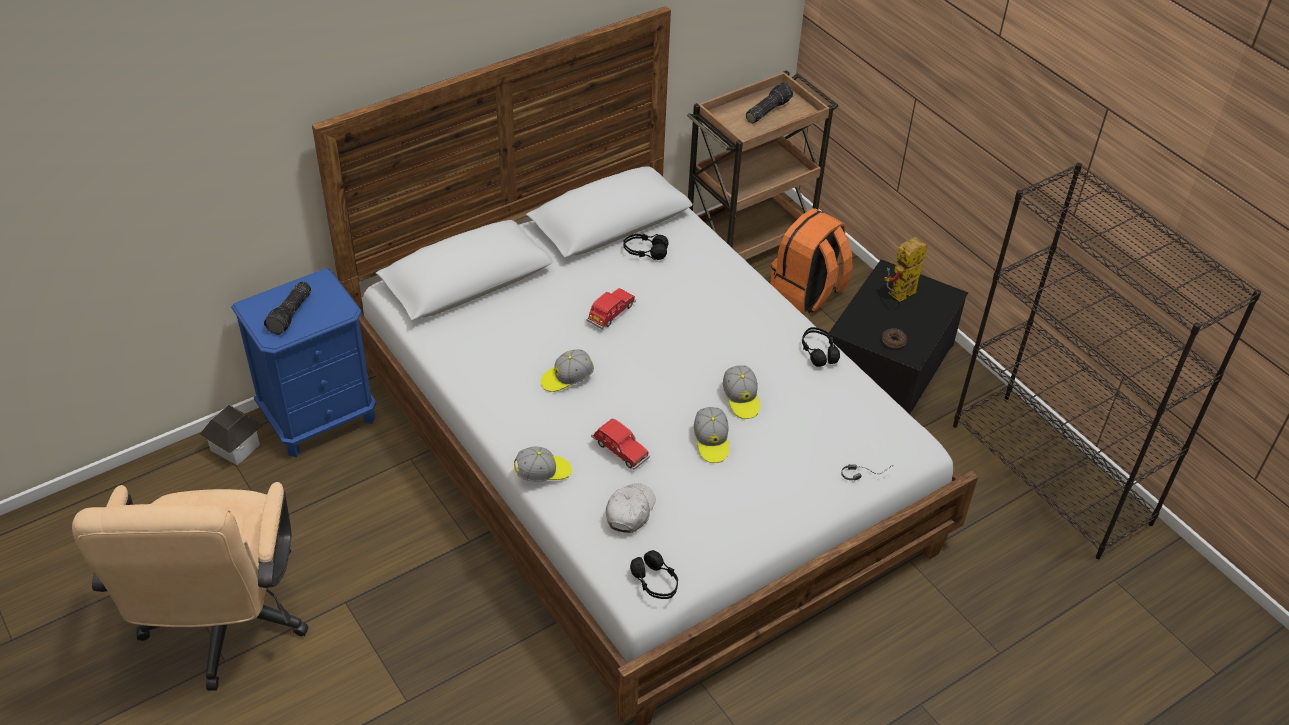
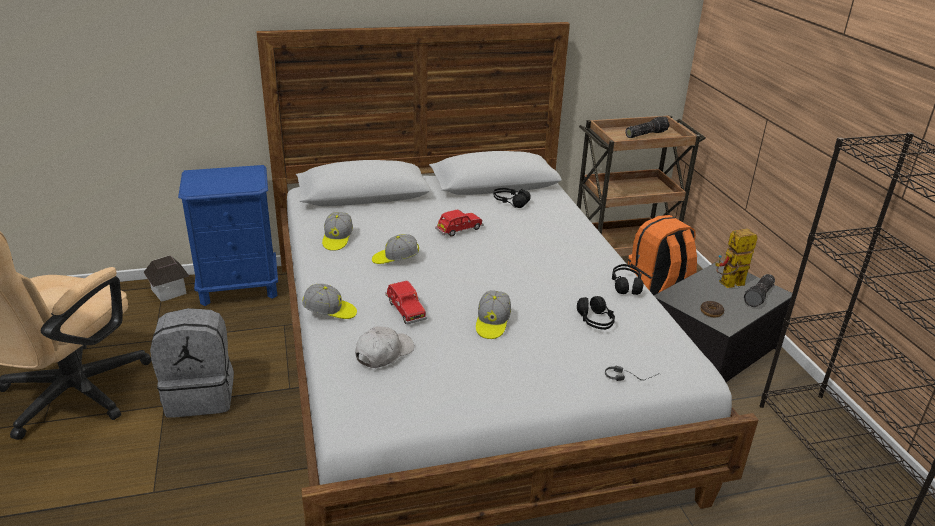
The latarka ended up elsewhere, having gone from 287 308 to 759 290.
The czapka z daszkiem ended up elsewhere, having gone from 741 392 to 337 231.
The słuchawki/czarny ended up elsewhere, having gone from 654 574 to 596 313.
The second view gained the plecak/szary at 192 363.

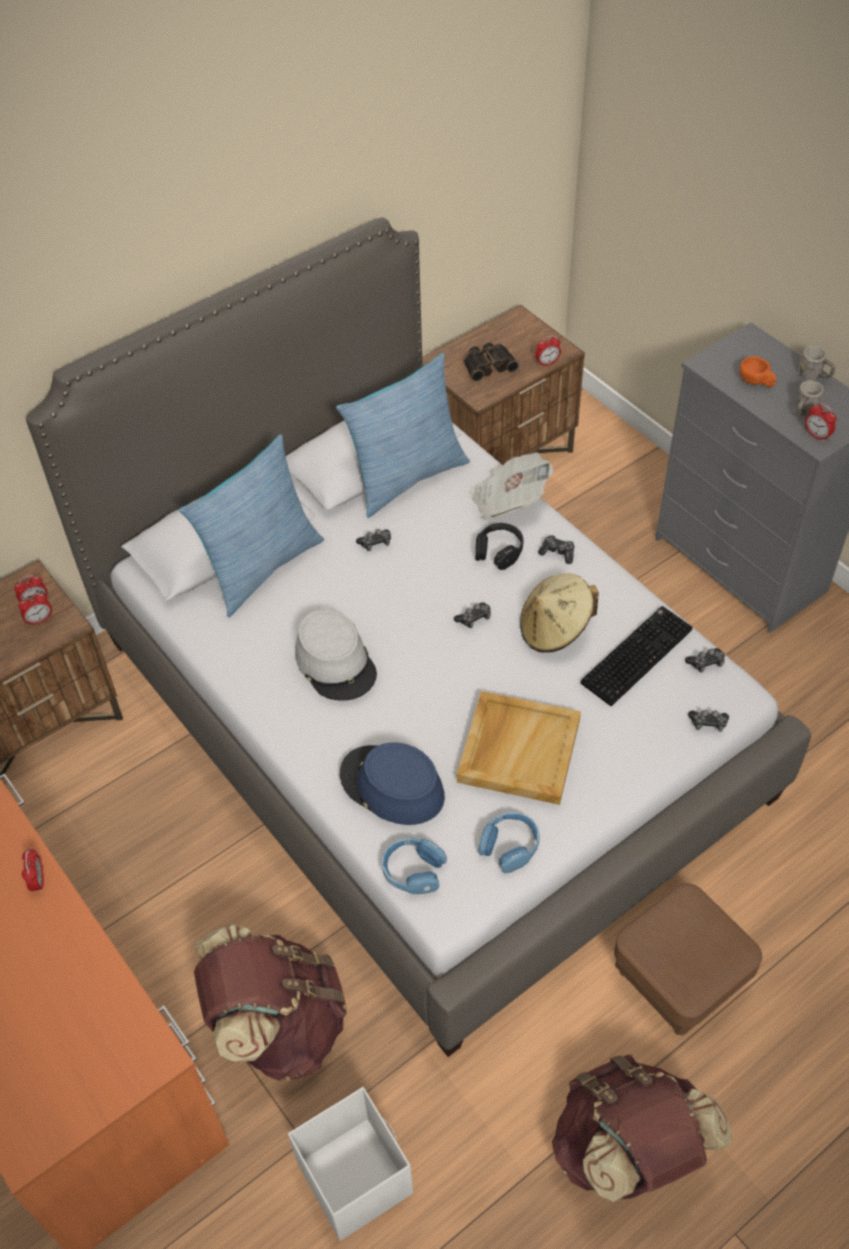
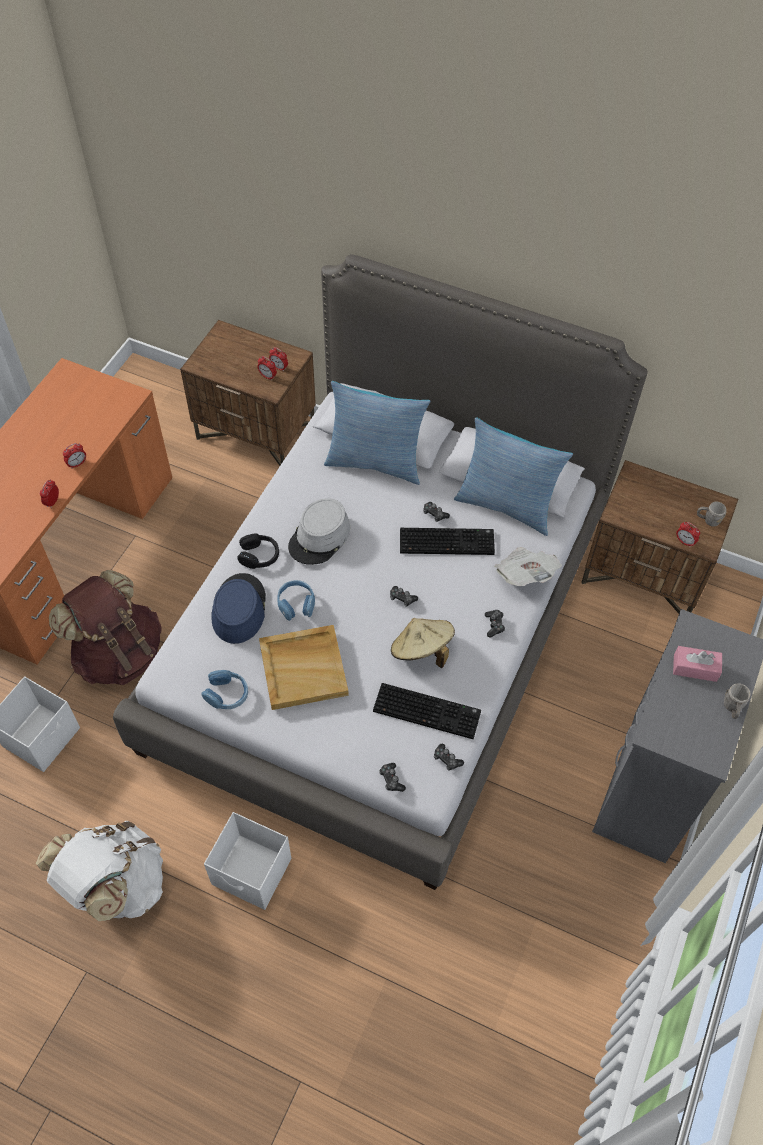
The second view lost the lornetka at 491 362.
Where the filiżanka/pomarańczowy stood at 758 371, the pudełko chusteczek/różowy came to stand at 697 664.
The kubek/szary ended up elsewhere, having gone from 809 398 to 712 514.
The budzik ended up elsewhere, having gone from 821 422 to 49 493.
The słuchawki/czarny ended up elsewhere, having gone from 499 546 to 258 551.
The słuchawki/niebieski ended up elsewhere, having gone from 414 866 to 296 600.
Where the pufa/brązowy stood at 688 959, the pojemnik do przechowywania/biały came to stand at 248 861.
What was the plecak/brązowy at 641 1128 turned into the plecak/biały at 99 871.
The second view gained the klawiatura at 447 541.

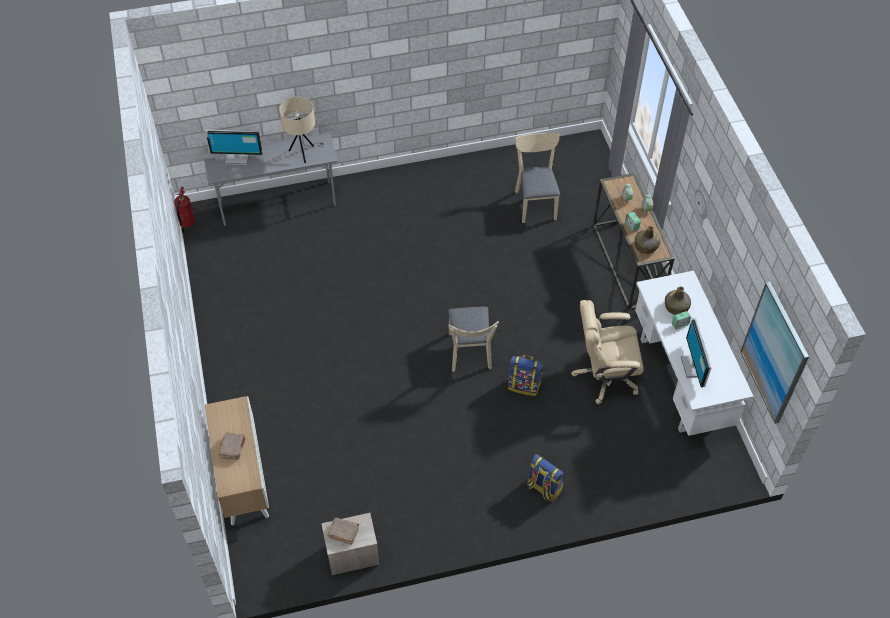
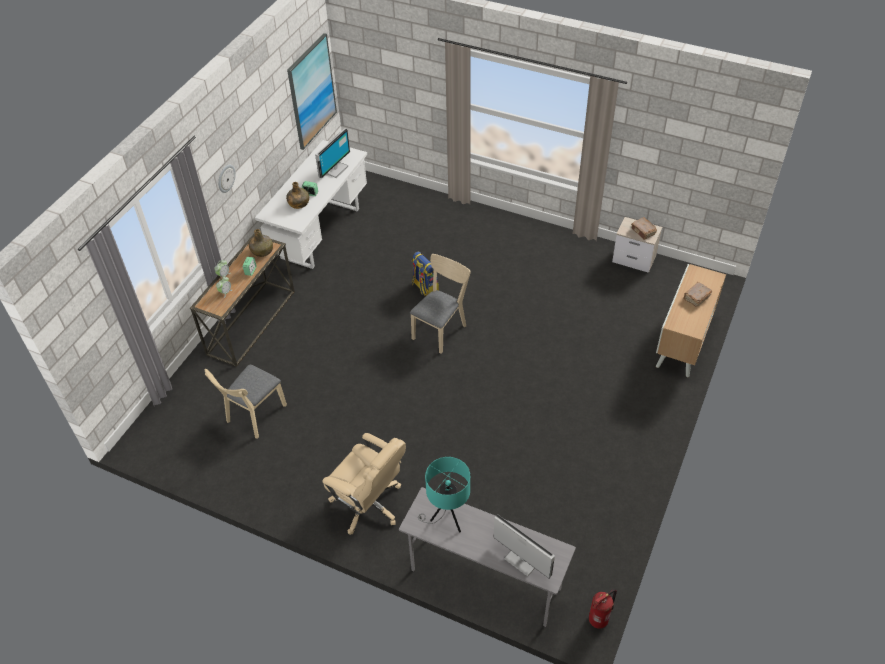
What was the lampa stołowa/beżowy at 301 129 turned into the lampa stołowa/turkusowy at 444 495.
The krzesło biurowe/beżowy ended up elsewhere, having gone from 607 352 to 364 484.
The second view lost the plecak at 545 478.

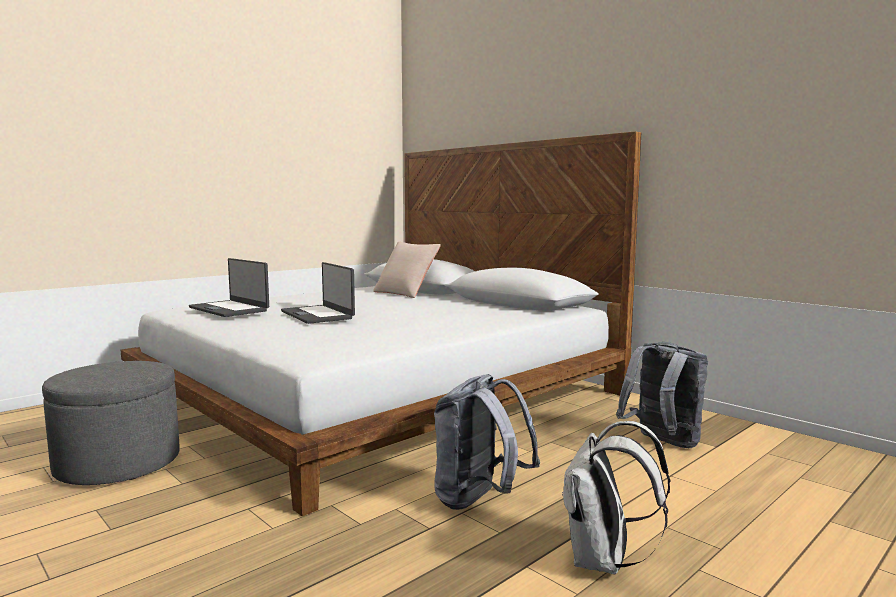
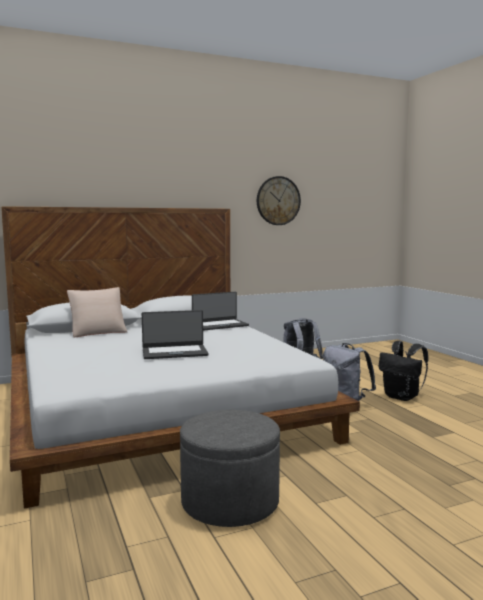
The laptop ended up elsewhere, having gone from 229 287 to 220 311.
What was the plecak/biały at 616 498 turned into the plecak/czarny at 403 371.
The second view gained the zegar ścienny at 279 200.

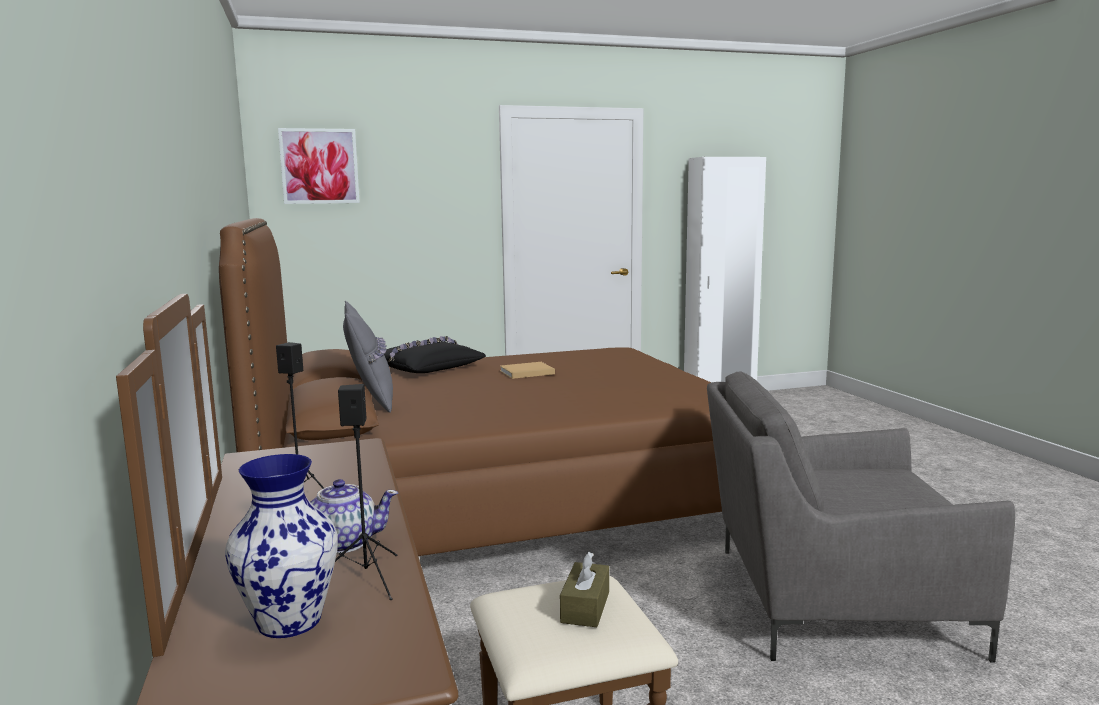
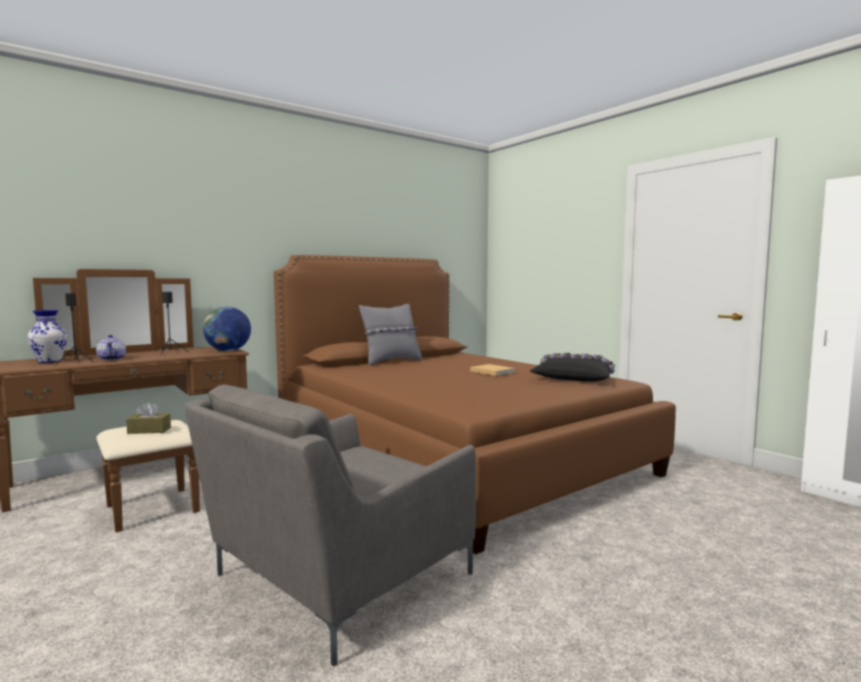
The second view lost the obraz at 319 166.
The poduszka/czarny ended up elsewhere, having gone from 435 354 to 573 367.
The fotel/szary at 861 517 ended up facing another way, 120 degrees counterclockwise from before.
The second view gained the globus at 227 329.

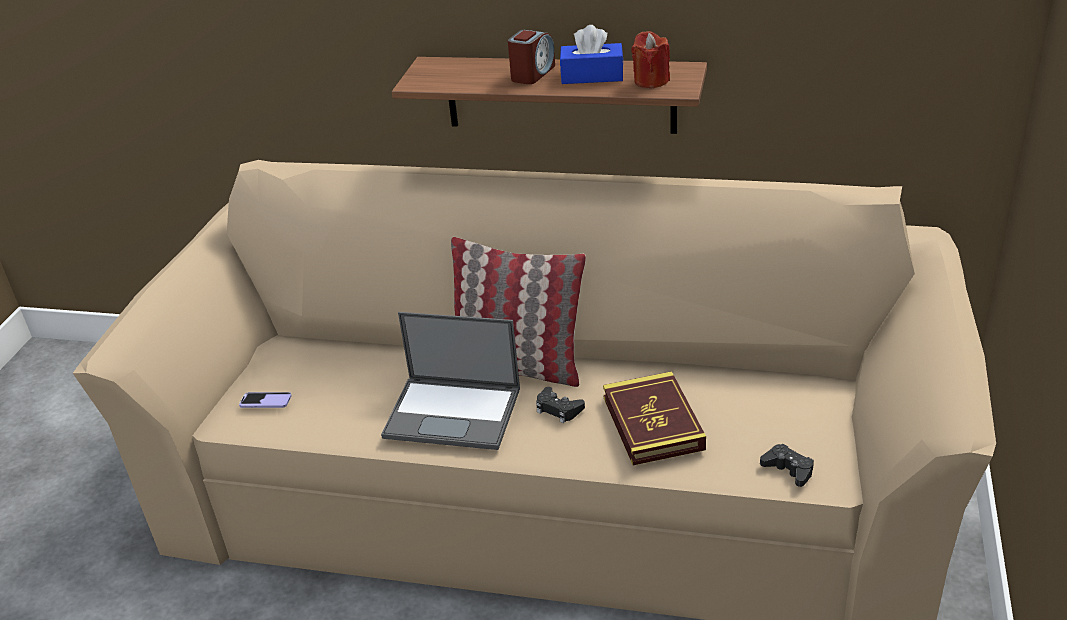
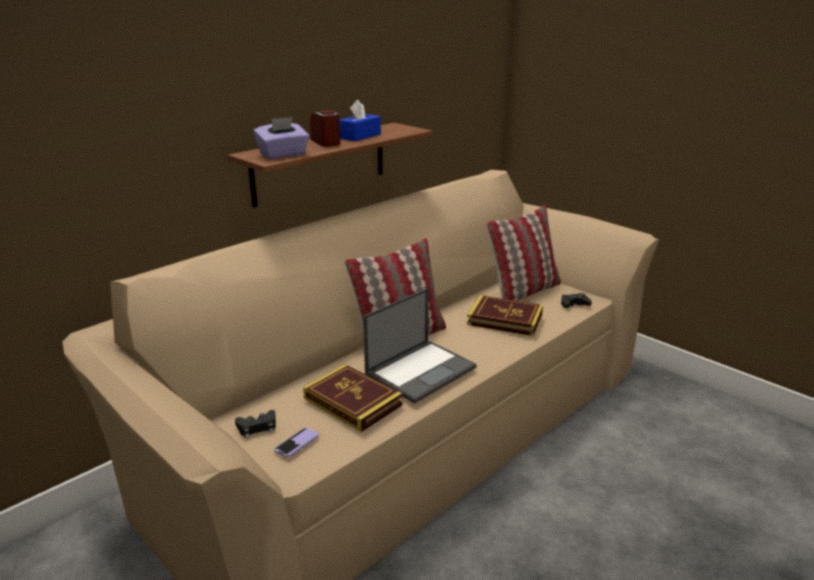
The second view lost the świeca/czerwony at 651 59.
The pad do gier/czarny ended up elsewhere, having gone from 560 405 to 255 424.
The second view gained the pudełko chusteczek/fioletowy at 281 138.
The second view gained the poduszka at 524 253.
The second view gained the książka at 353 398.

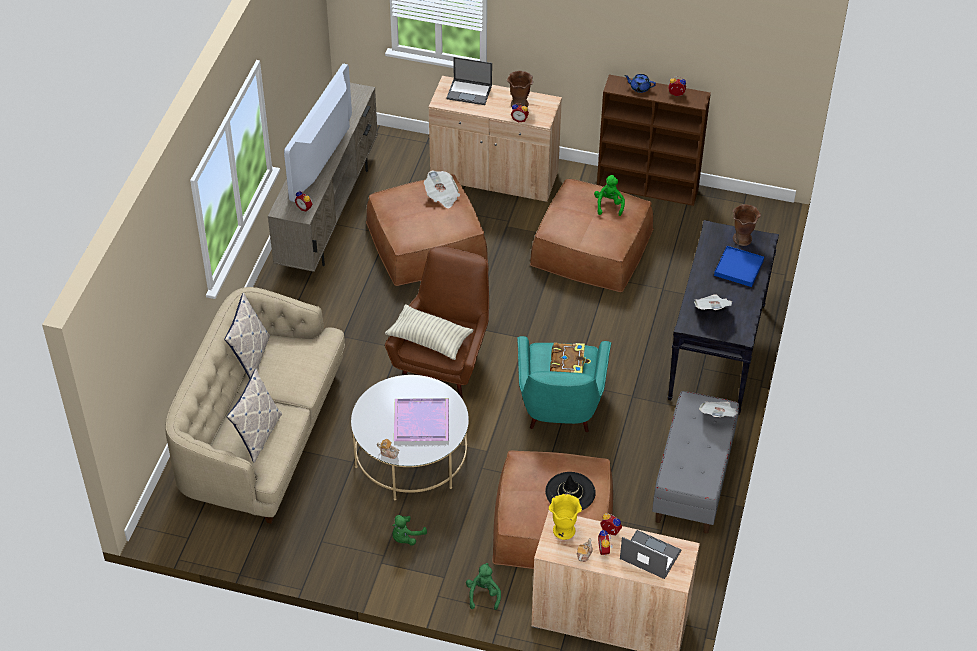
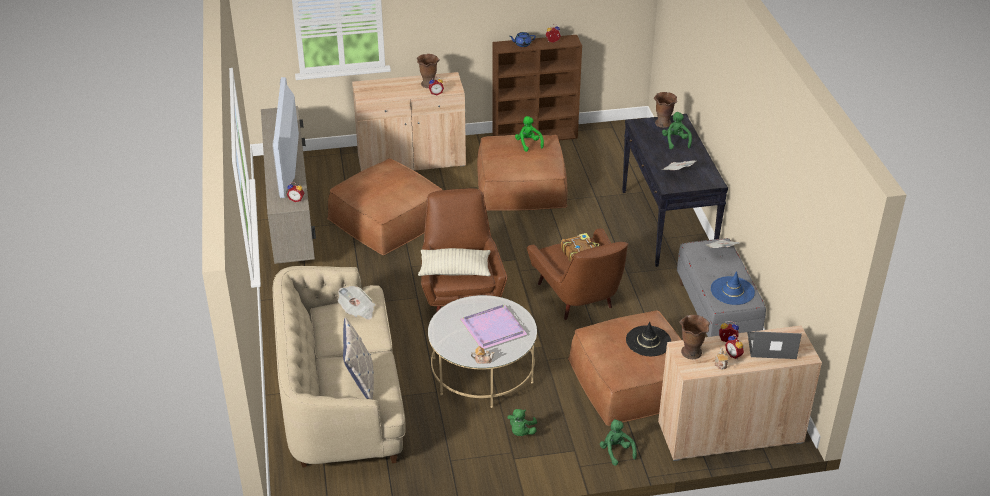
The second view lost the laptop at 469 81.
The gazeta ended up elsewhere, having gone from 442 189 to 356 303.
Where the taca/niebieski stood at 739 266, the pluszak/zielony came to stand at 677 130.
The second view lost the poduszka at 247 336.
What was the fotel/turkusowy at 564 384 turned into the fotel/brązowy at 577 274.
What was the wazon/żółty at 565 517 turned into the wazon/brązowy at 694 337.
The second view gained the kapelusz/niebieski at 733 288.

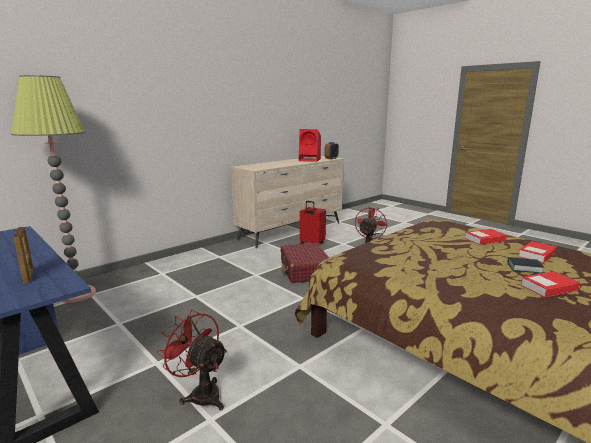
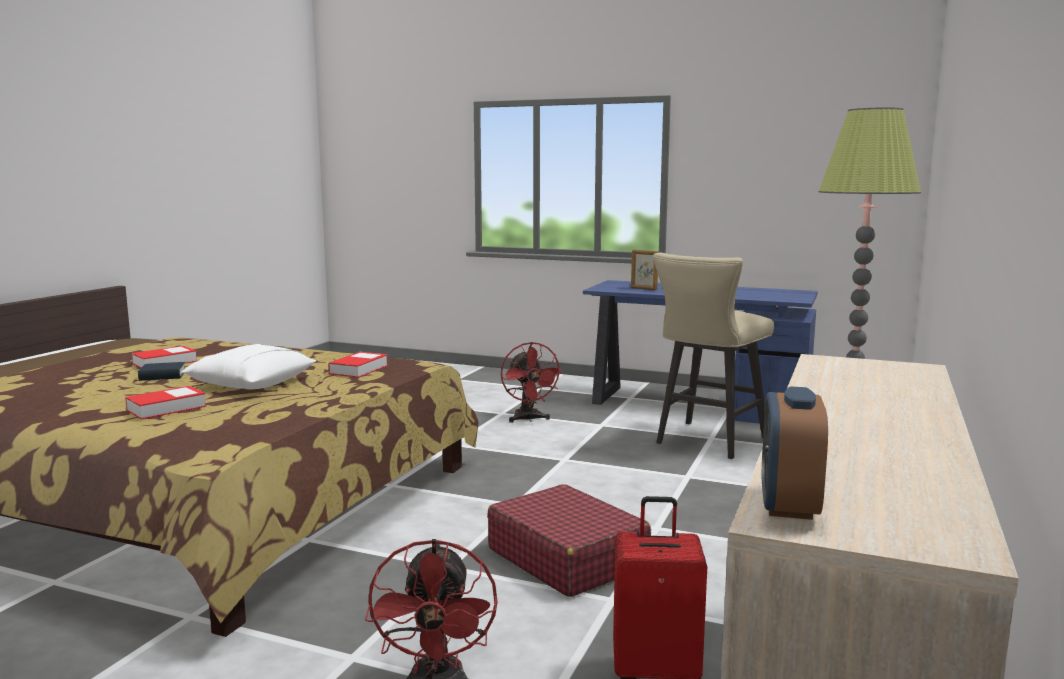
The second view lost the głośnik/czerwony at 310 145.
The książka ended up elsewhere, having gone from 537 252 to 358 365.
The wentylator/czerwony at 191 359 ended up facing another way, 60 degrees clockwise from before.
The second view gained the stołek/beżowy at 713 356.
The second view gained the poduszka/biały at 248 366.

